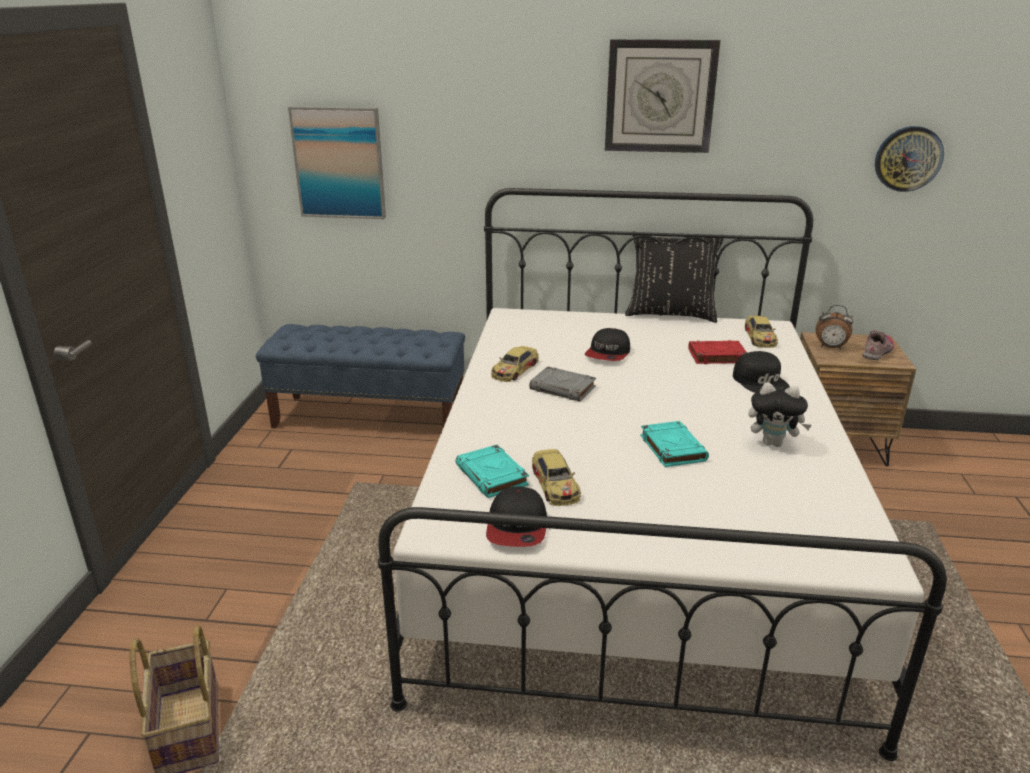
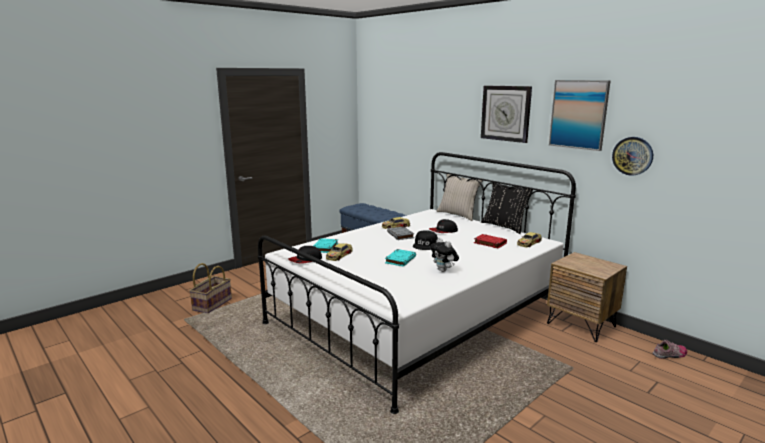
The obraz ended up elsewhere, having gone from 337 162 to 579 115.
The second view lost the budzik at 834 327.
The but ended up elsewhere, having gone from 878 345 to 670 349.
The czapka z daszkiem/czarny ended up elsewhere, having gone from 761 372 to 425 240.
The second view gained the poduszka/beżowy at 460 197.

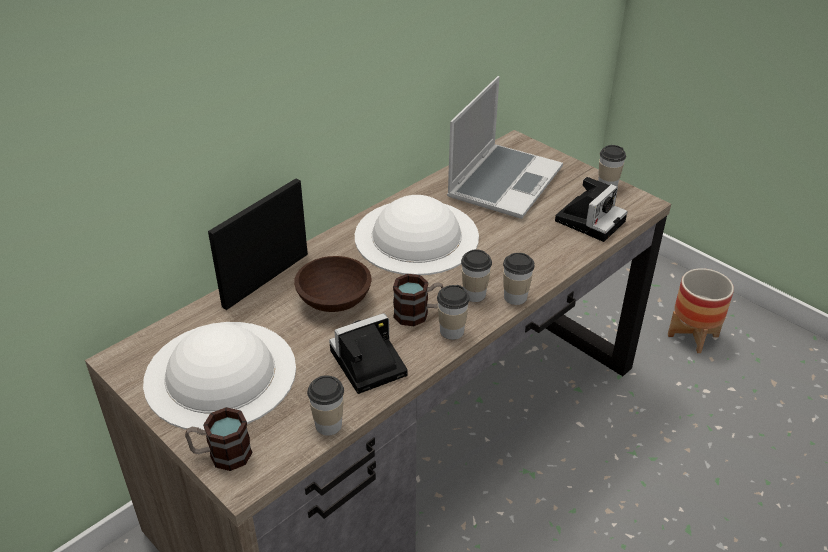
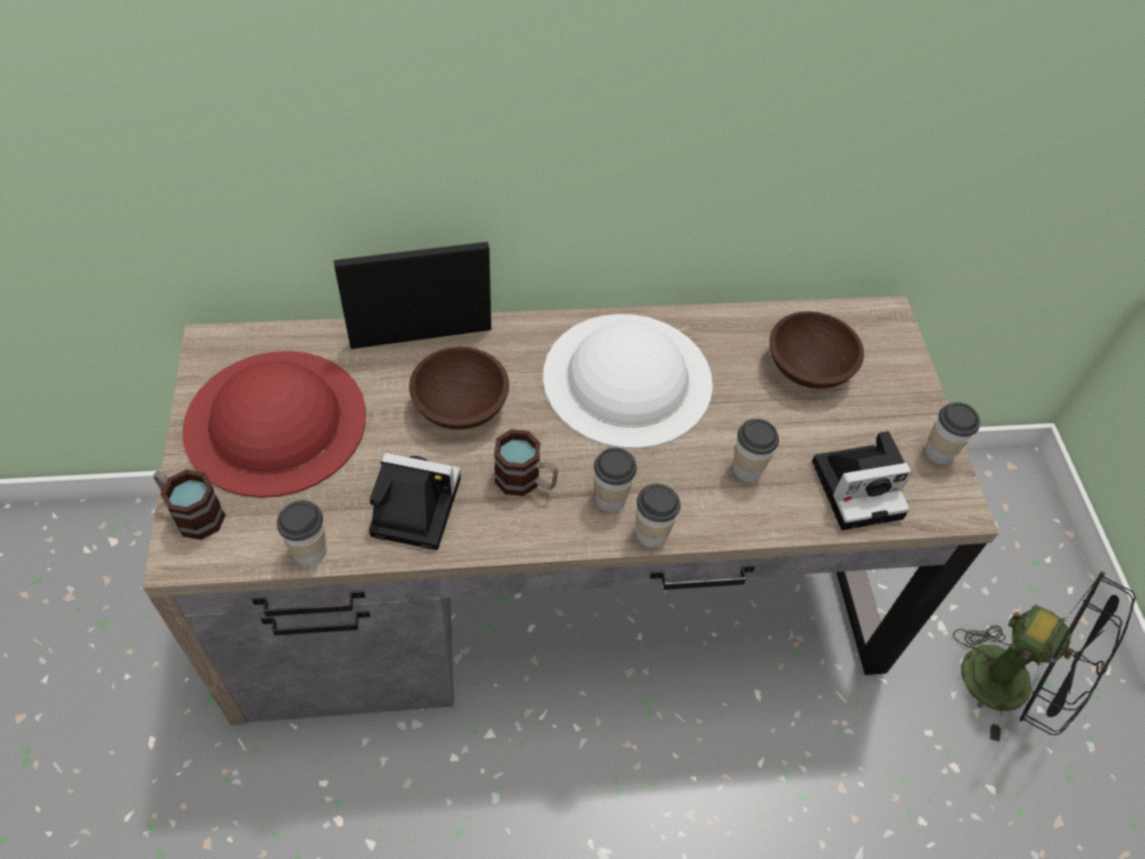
Where the laptop stood at 505 147, the miska/brązowy came to stand at 816 350.
Where the donica stood at 701 310, the wentylator/czarny came to stand at 1044 656.
The filiżanka ended up elsewhere, having gone from 453 312 to 756 450.
What was the kapelusz/biały at 219 376 turned into the kapelusz/czerwony at 274 424.

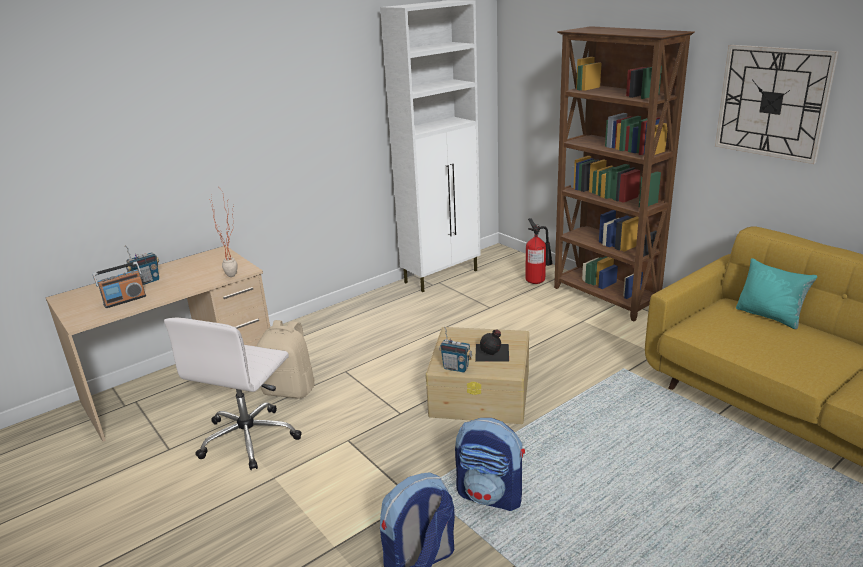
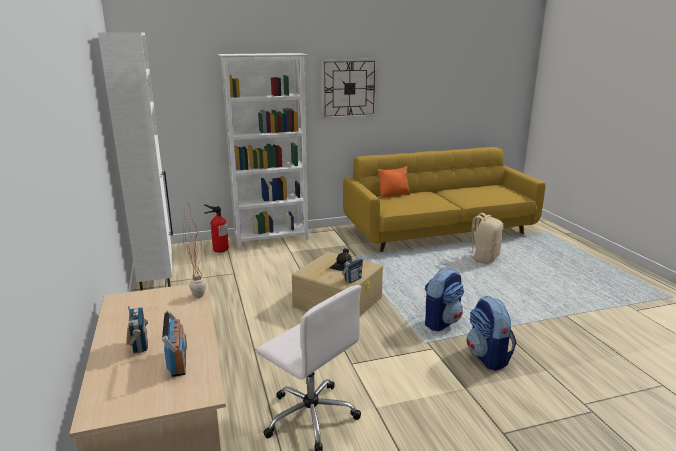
What was the regał/brązowy at 624 173 turned into the regał/biały at 263 150.
What was the poduszka/turkusowy at 777 293 turned into the poduszka/pomarańczowy at 394 182.
The plecak/beżowy ended up elsewhere, having gone from 285 359 to 484 238.

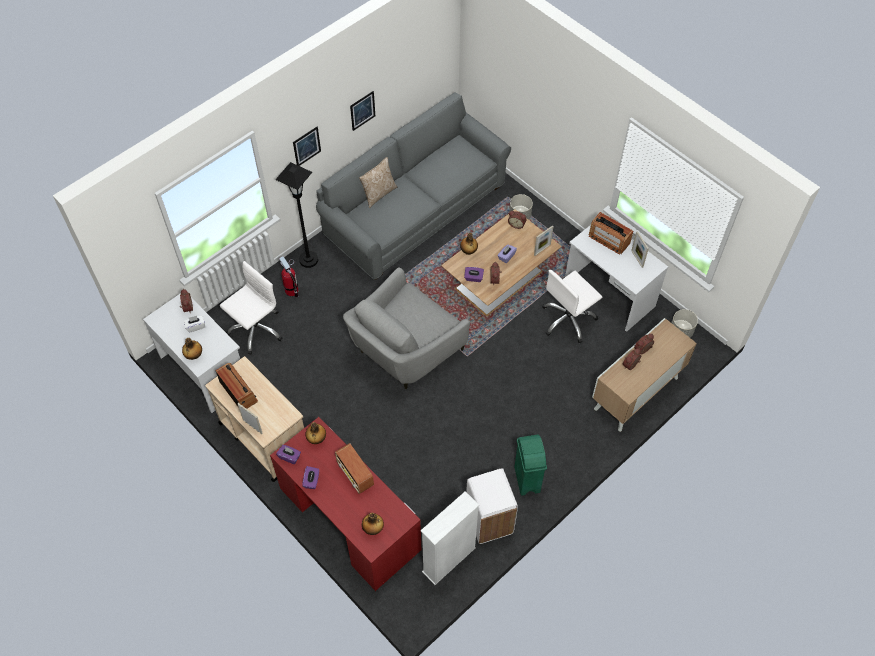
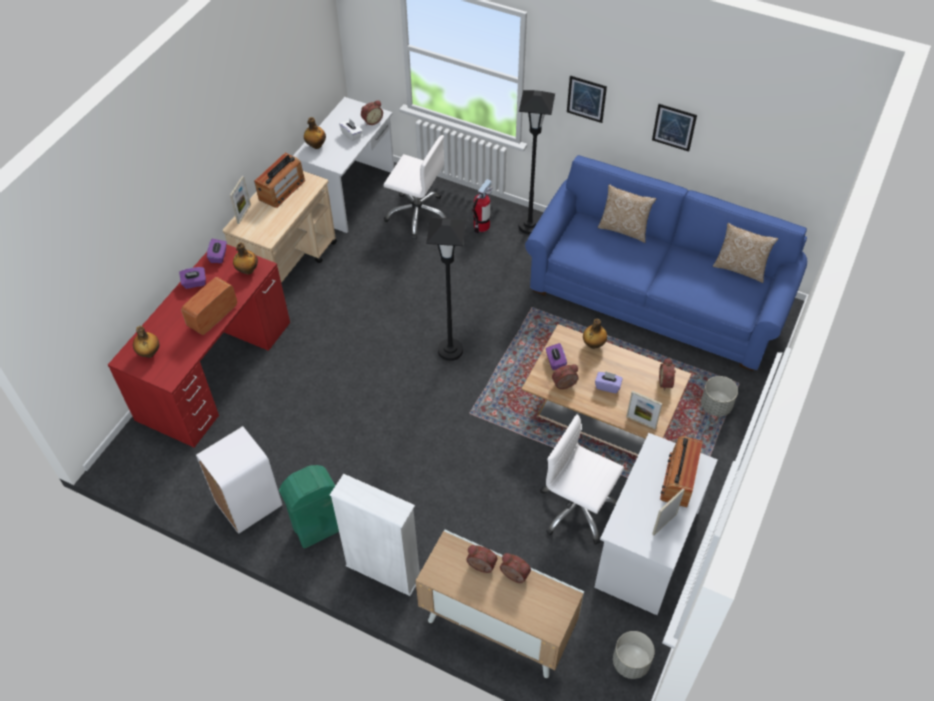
What was the kanapa/szary at 413 186 turned into the kanapa/niebieski at 666 263.
Where the fotel/szary stood at 406 328, the lampa stojąca/czarny came to stand at 446 289.
The regał/biały ended up elsewhere, having gone from 450 538 to 375 535.
The second view gained the poduszka at 745 253.

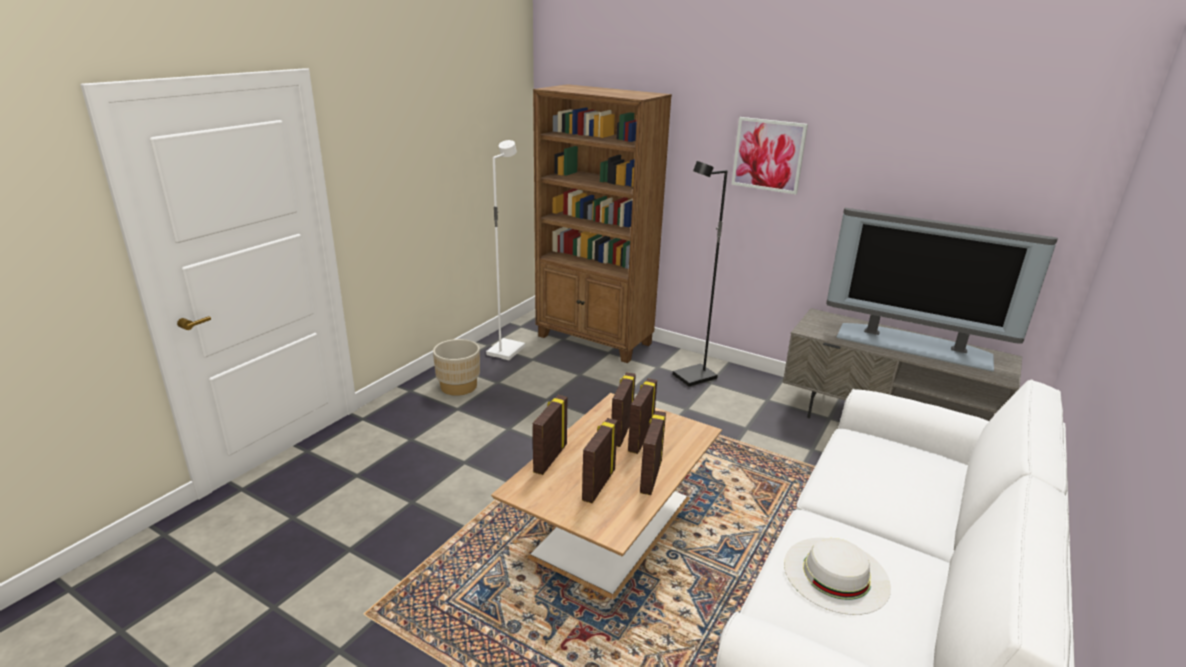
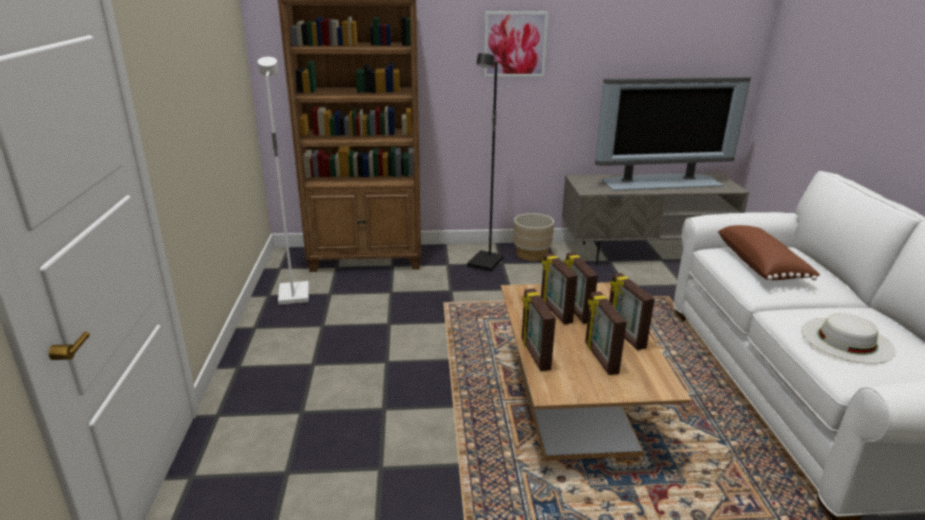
The donica/beżowy ended up elsewhere, having gone from 456 367 to 534 237.
The second view gained the poduszka/brązowy at 768 252.

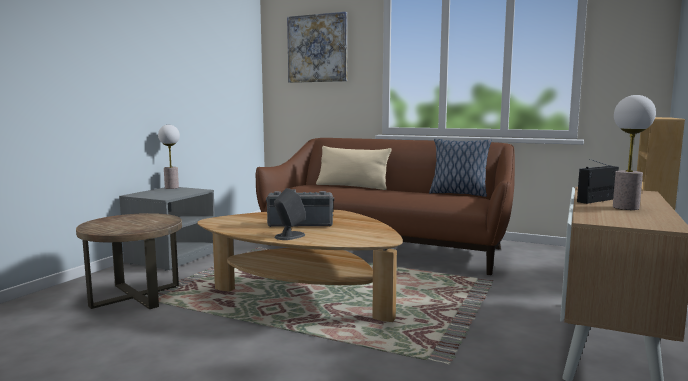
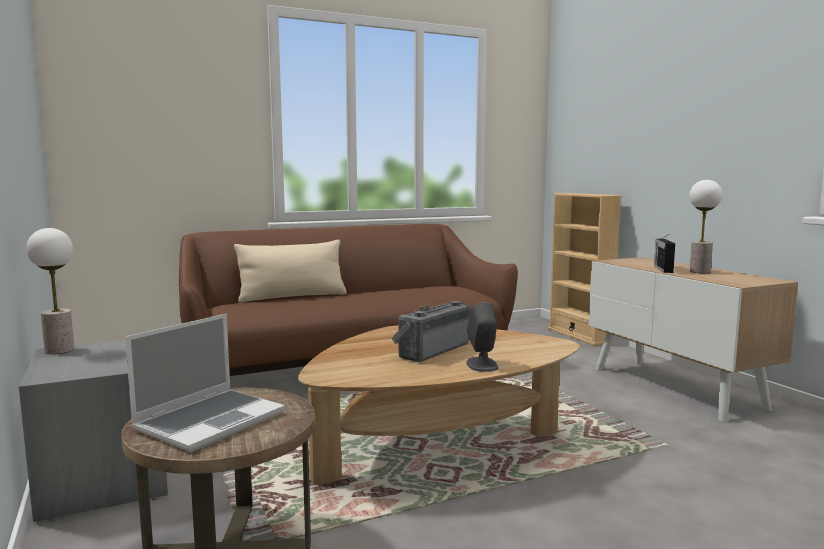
The second view lost the obraz at 317 47.
The second view lost the poduszka at 460 168.
The second view gained the laptop at 205 383.

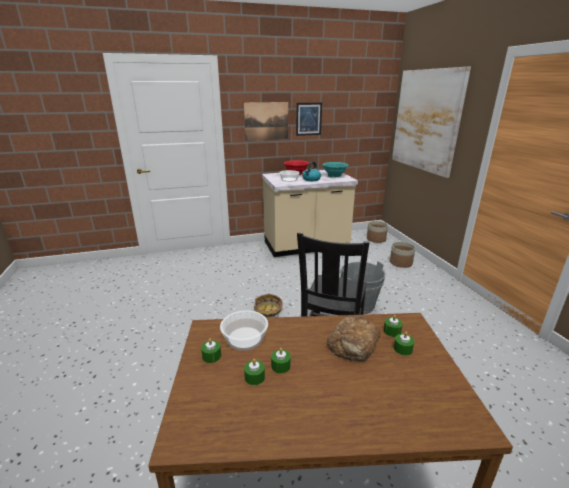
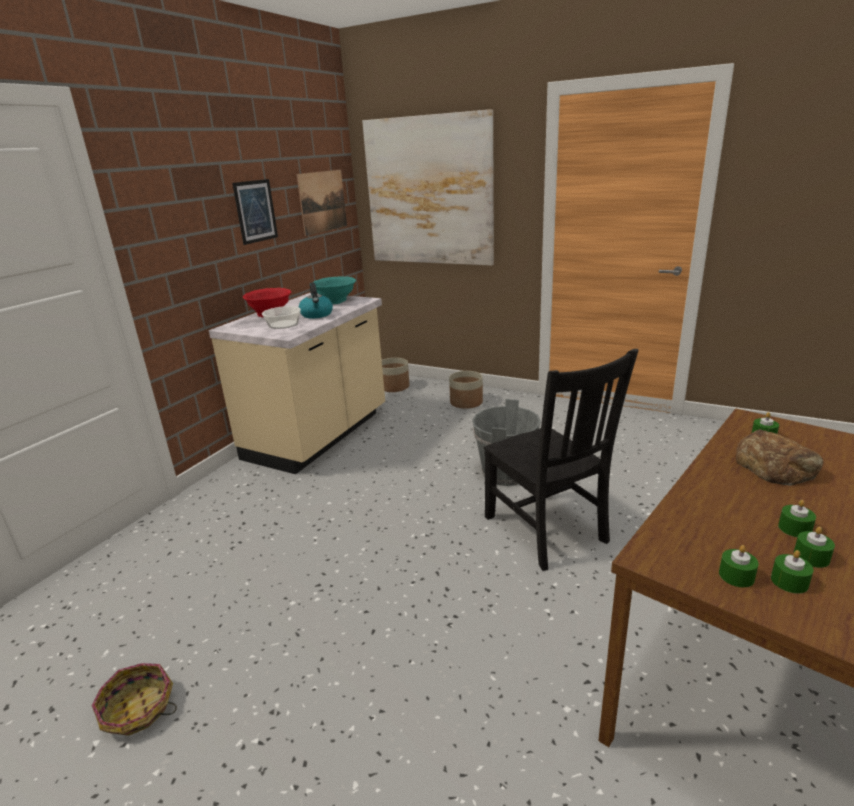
The obraz ended up elsewhere, having gone from 266 121 to 322 203.
The koszyk ended up elsewhere, having gone from 268 306 to 134 699.
The second view lost the miska at 244 330.
The świeca/zielony ended up elsewhere, having gone from 404 344 to 792 572.

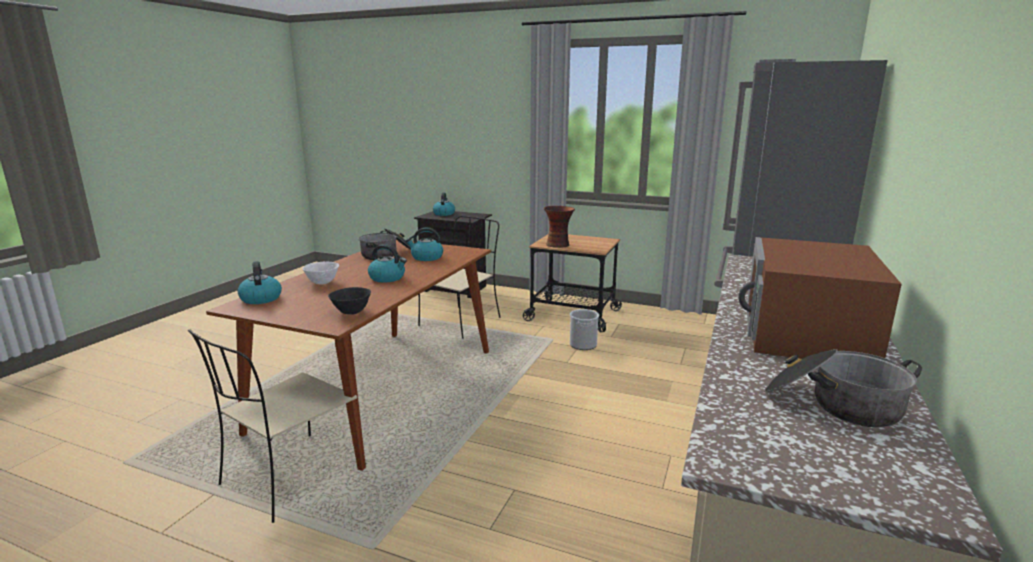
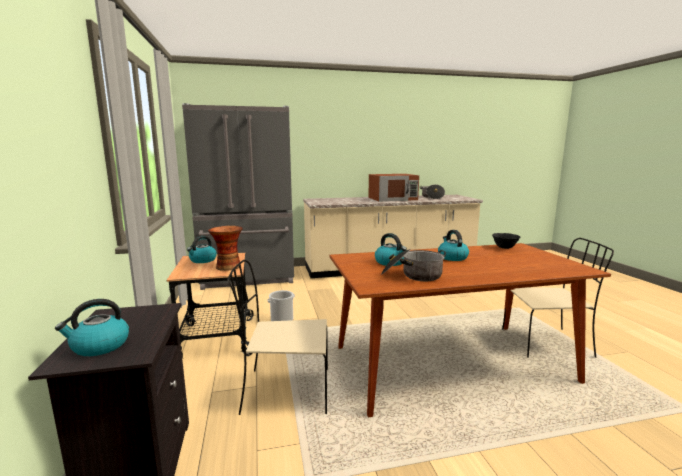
The czajnik ended up elsewhere, having gone from 259 282 to 202 249.
The second view lost the miska/biały at 320 273.

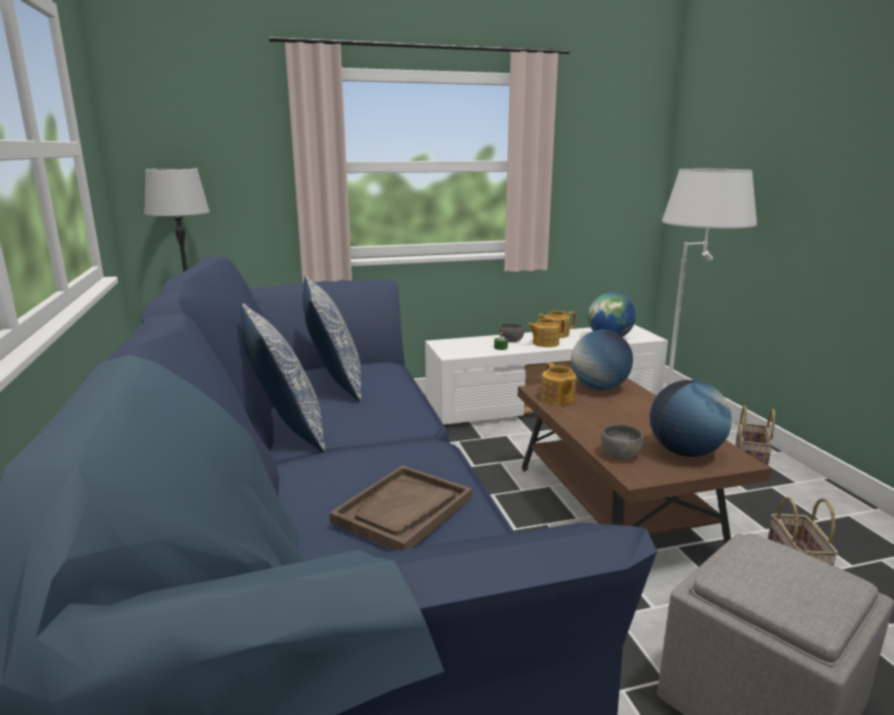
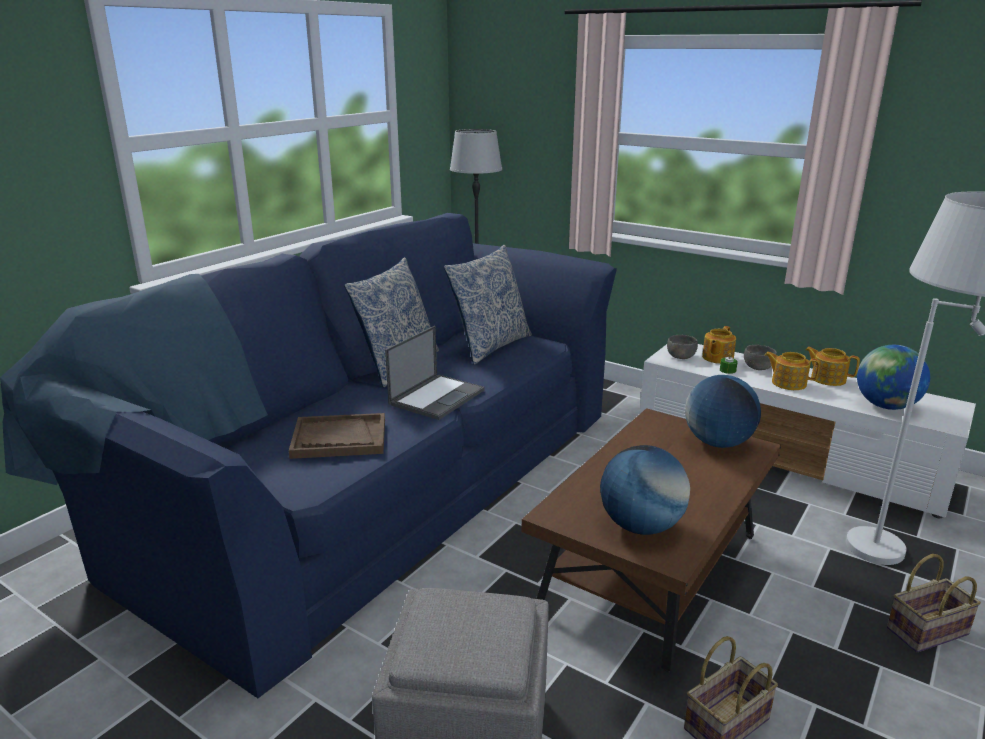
The imbryk ended up elsewhere, having gone from 558 383 to 719 345.
The miska/szary ended up elsewhere, having gone from 622 442 to 682 347.
The second view gained the laptop at 435 373.

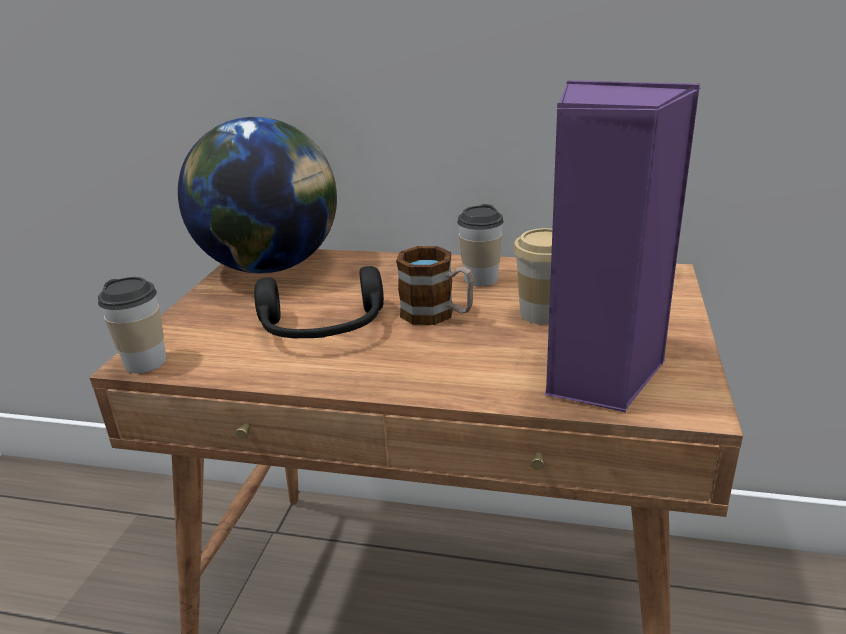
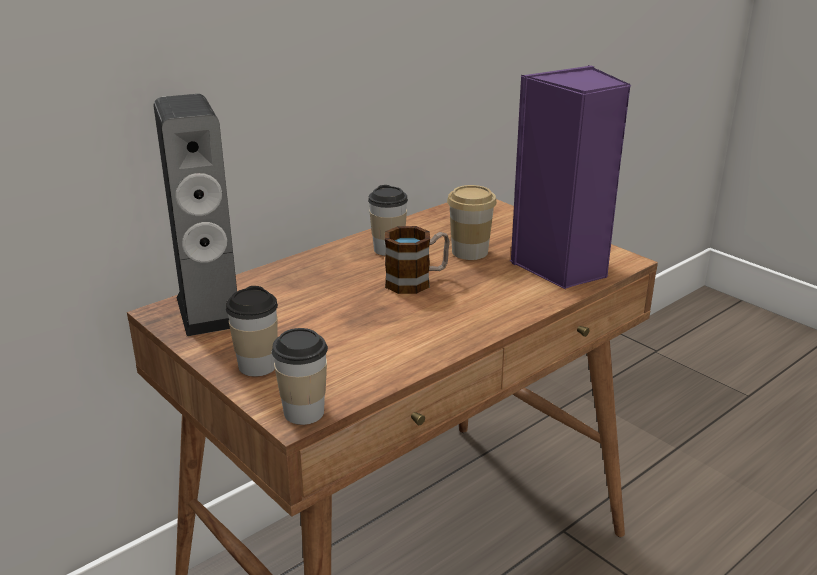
Where the globus stood at 257 195, the głośnik came to stand at 195 215.
The second view lost the słuchawki/czarny at 319 302.
The second view gained the filiżanka at 252 331.

